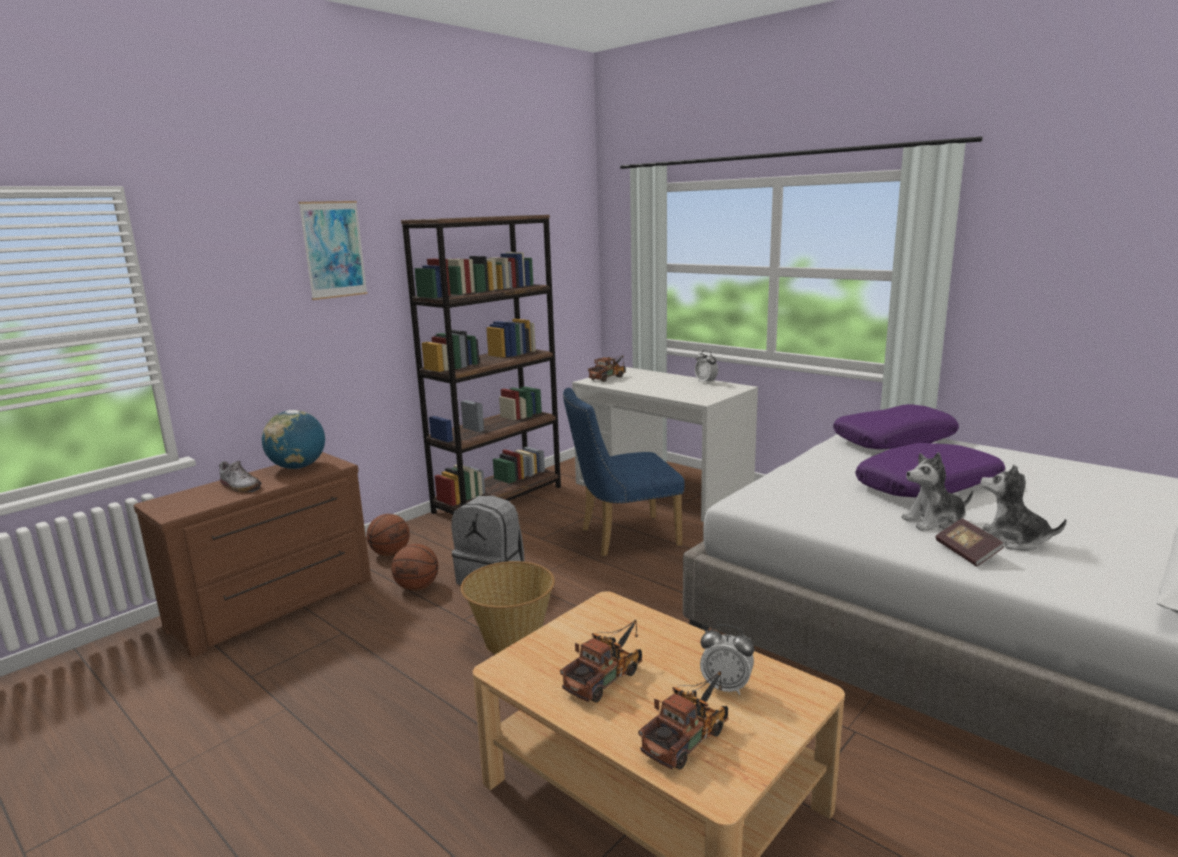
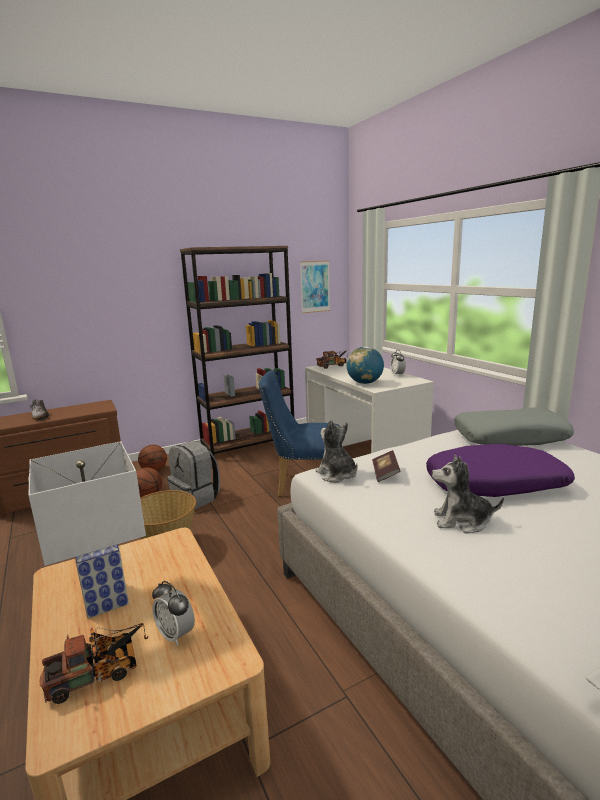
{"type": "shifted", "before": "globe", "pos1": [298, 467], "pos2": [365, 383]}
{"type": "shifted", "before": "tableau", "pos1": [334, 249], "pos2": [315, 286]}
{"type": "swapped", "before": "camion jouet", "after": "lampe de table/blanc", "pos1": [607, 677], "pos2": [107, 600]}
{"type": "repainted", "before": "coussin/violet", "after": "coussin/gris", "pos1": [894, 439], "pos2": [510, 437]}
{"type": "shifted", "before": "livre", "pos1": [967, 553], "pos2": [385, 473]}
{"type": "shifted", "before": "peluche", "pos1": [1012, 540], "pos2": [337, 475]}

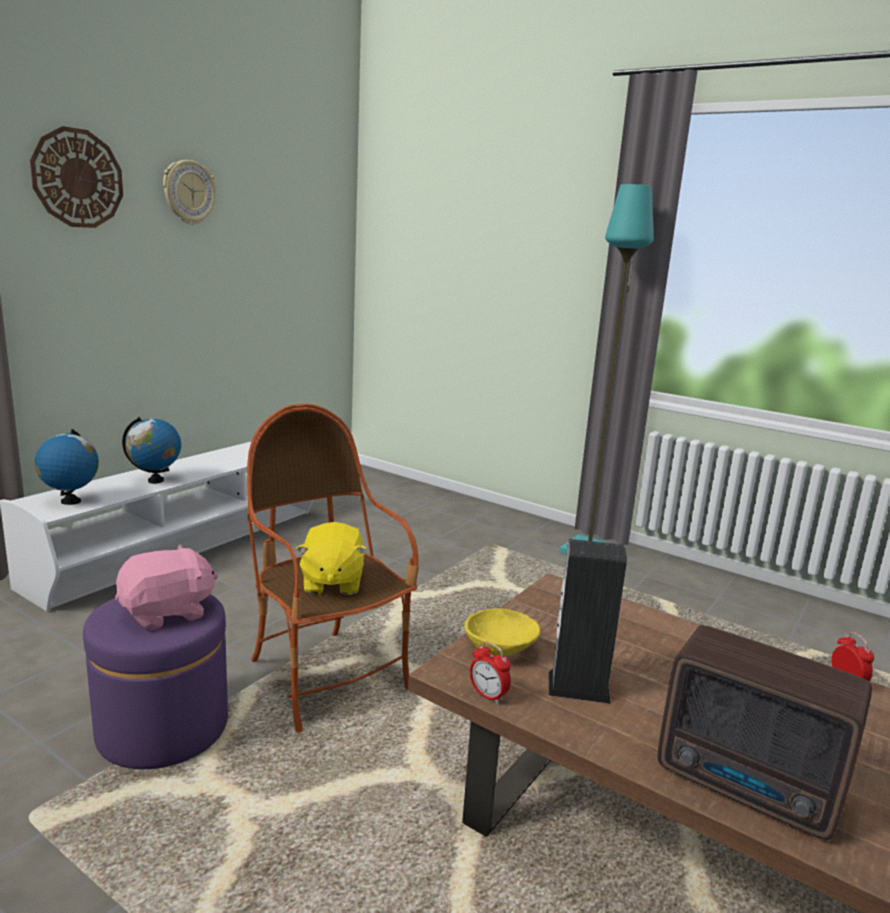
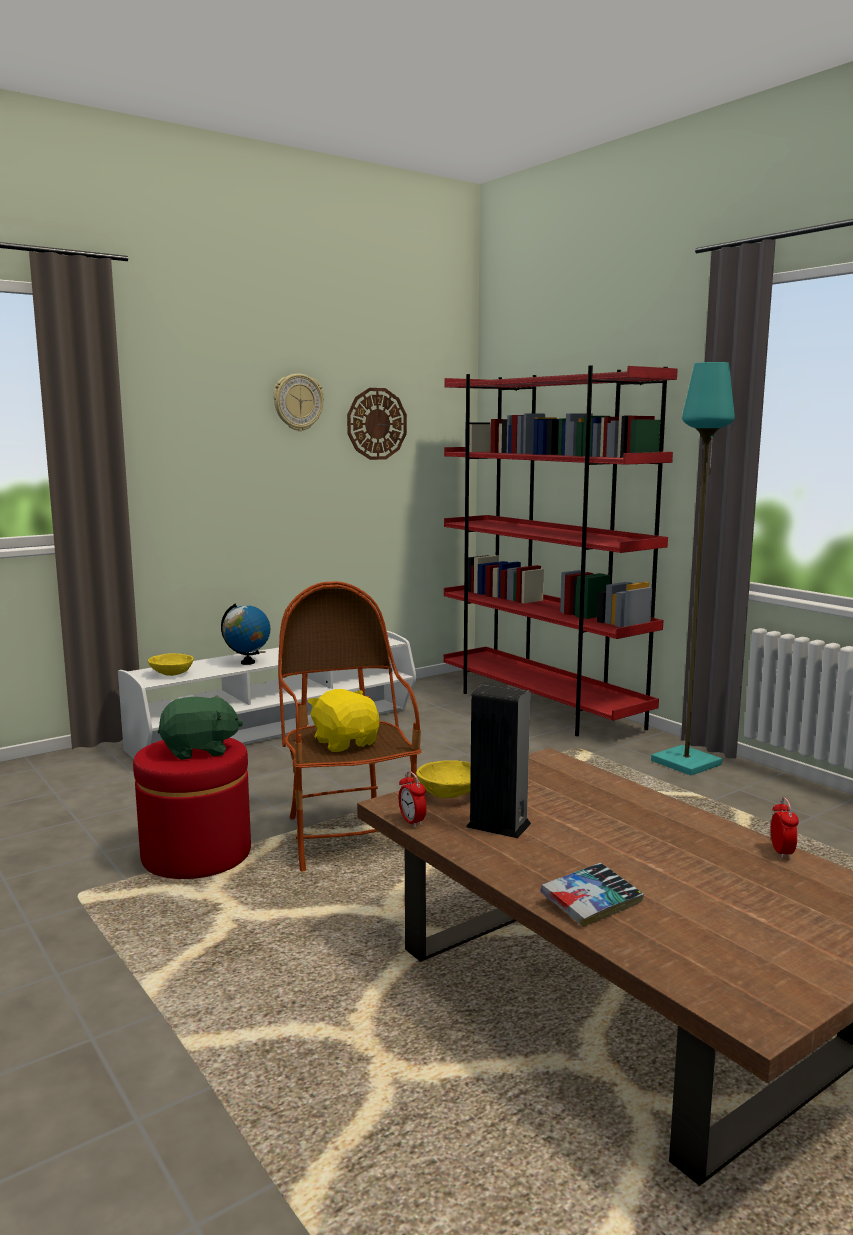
{"type": "shifted", "before": "horloge murale", "pos1": [77, 178], "pos2": [376, 424]}
{"type": "swapped", "before": "globe", "after": "bol/jaune", "pos1": [70, 501], "pos2": [171, 674]}
{"type": "repainted", "before": "pouf/violet", "after": "pouf/rouge", "pos1": [163, 728], "pos2": [196, 855]}
{"type": "repainted", "before": "peluche/rose", "after": "peluche/vert", "pos1": [167, 613], "pos2": [199, 750]}
{"type": "rotated", "before": "peluche/jaune", "pos1": [331, 583], "pos2": [346, 743], "turn": 135}
{"type": "swapped", "before": "radio", "after": "livre", "pos1": [750, 787], "pos2": [591, 902]}
{"type": "new", "after": "bibliothèque/rouge", "pos2": [542, 707]}

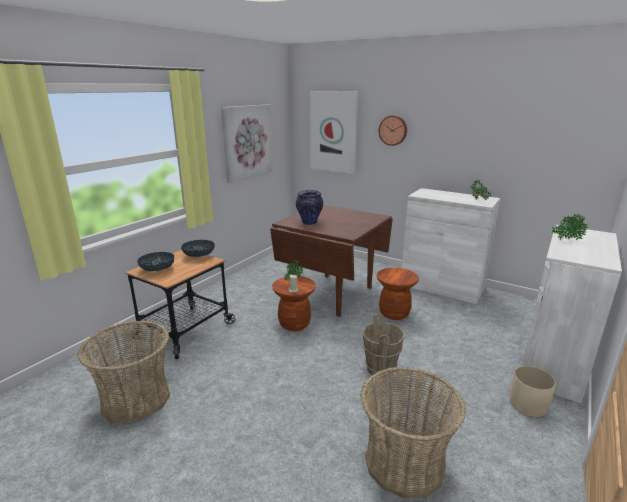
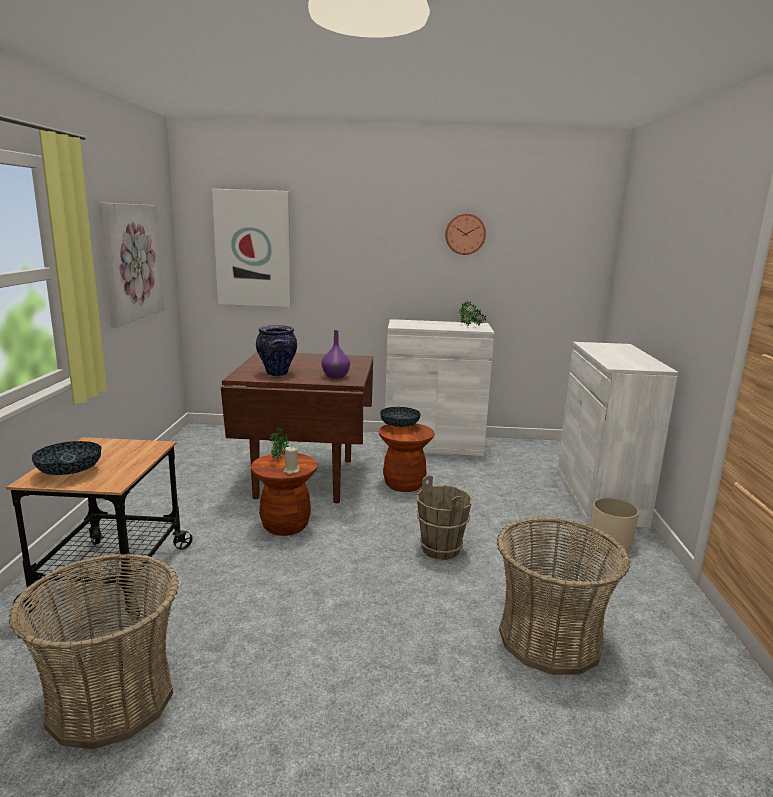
{"type": "shifted", "before": "bol", "pos1": [199, 255], "pos2": [399, 426]}
{"type": "shifted", "before": "horloge murale", "pos1": [393, 130], "pos2": [465, 234]}
{"type": "gone", "before": "plante en pot", "pos1": [565, 240]}
{"type": "new", "after": "vase/violet", "pos2": [336, 376]}

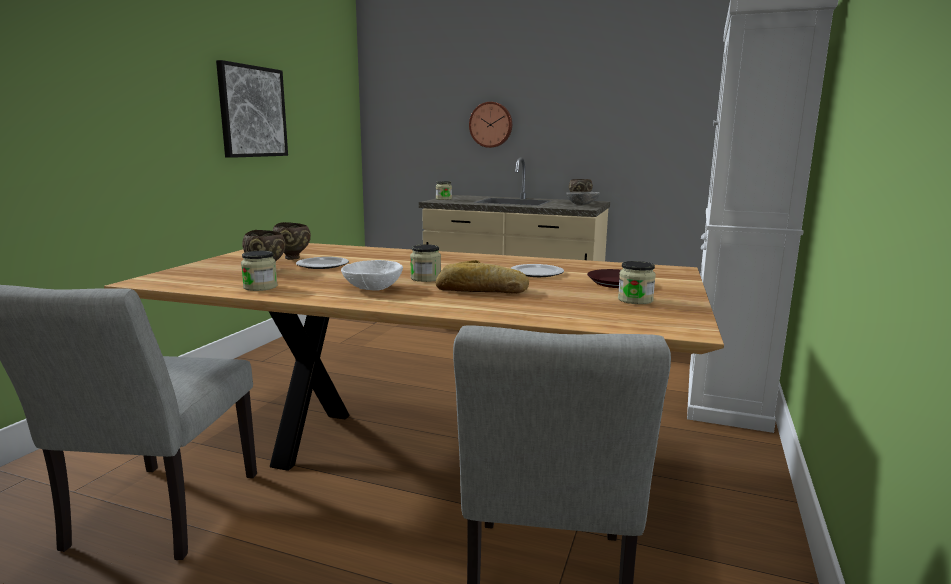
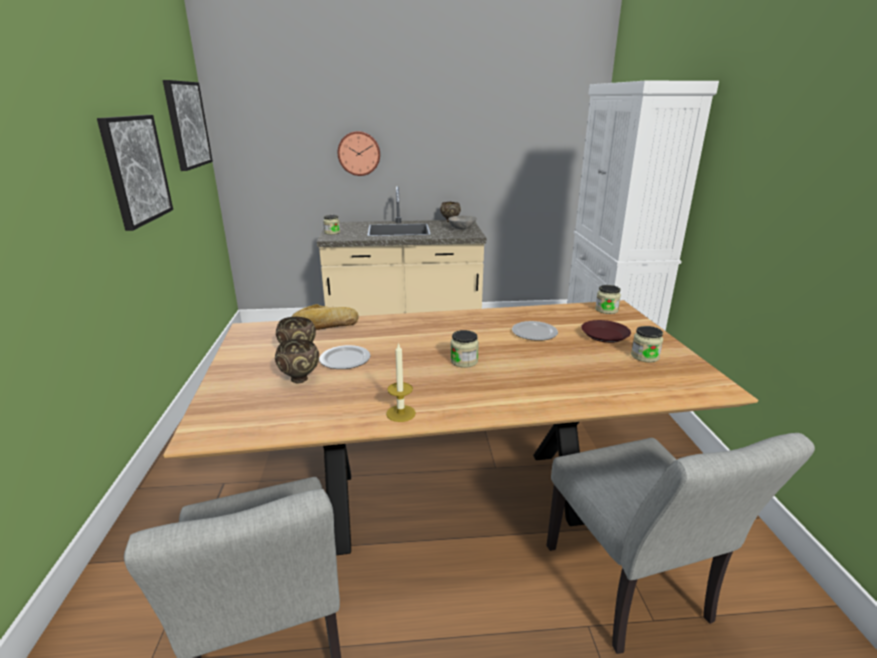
{"type": "shifted", "before": "bocal", "pos1": [260, 287], "pos2": [606, 310]}
{"type": "gone", "before": "bol/blanc", "pos1": [373, 288]}
{"type": "shifted", "before": "pain", "pos1": [481, 290], "pos2": [325, 326]}
{"type": "new", "after": "tableau", "pos2": [187, 125]}
{"type": "new", "after": "bougie", "pos2": [401, 413]}

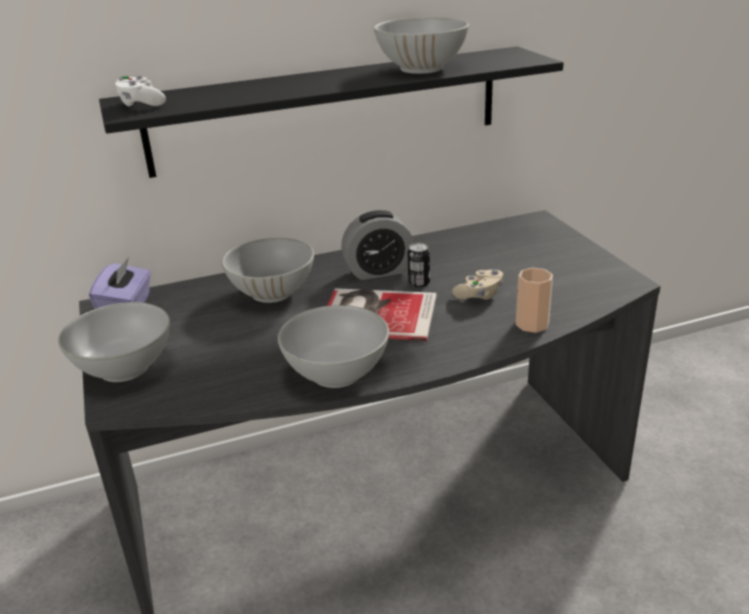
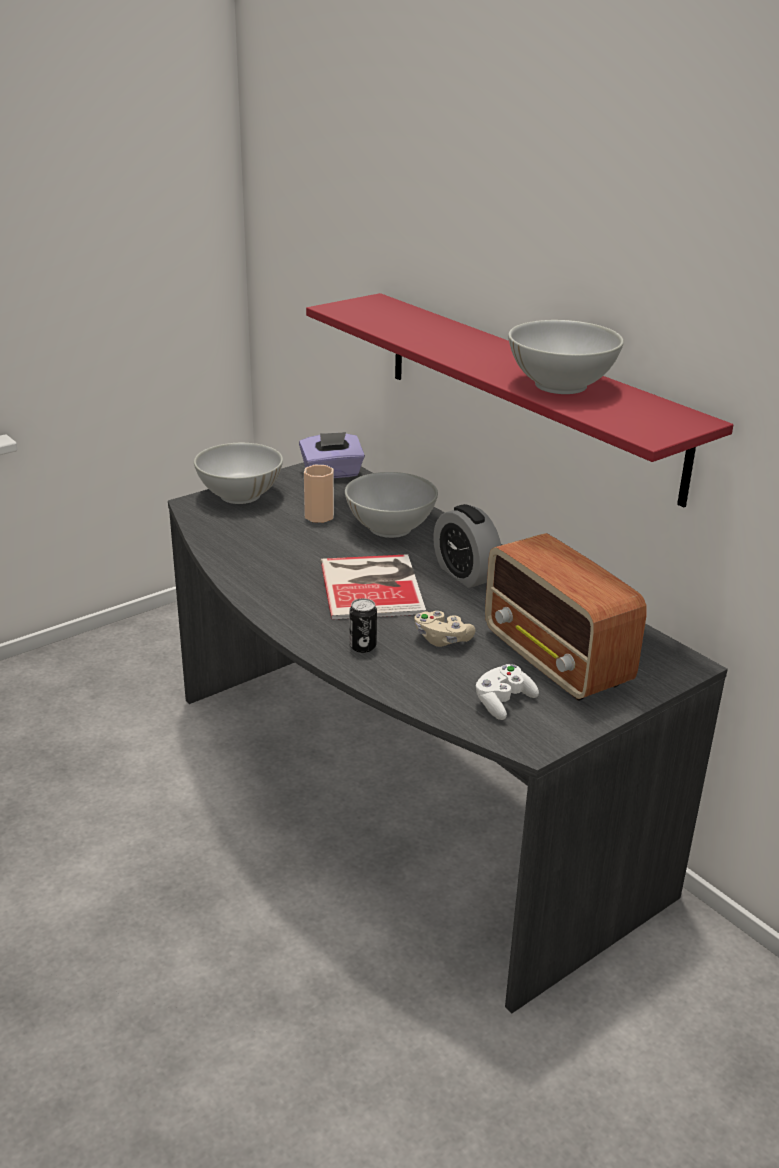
{"type": "repainted", "before": "étagère/noir", "after": "étagère/rouge", "pos1": [327, 110], "pos2": [527, 392]}
{"type": "shifted", "before": "manette/blanc", "pos1": [141, 104], "pos2": [503, 702]}
{"type": "gone", "before": "bol/blanc", "pos1": [337, 373]}
{"type": "shifted", "before": "boîte métallique", "pos1": [419, 283], "pos2": [362, 646]}
{"type": "shifted", "before": "tasse", "pos1": [532, 324], "pos2": [319, 516]}
{"type": "new", "after": "radio", "pos2": [556, 660]}

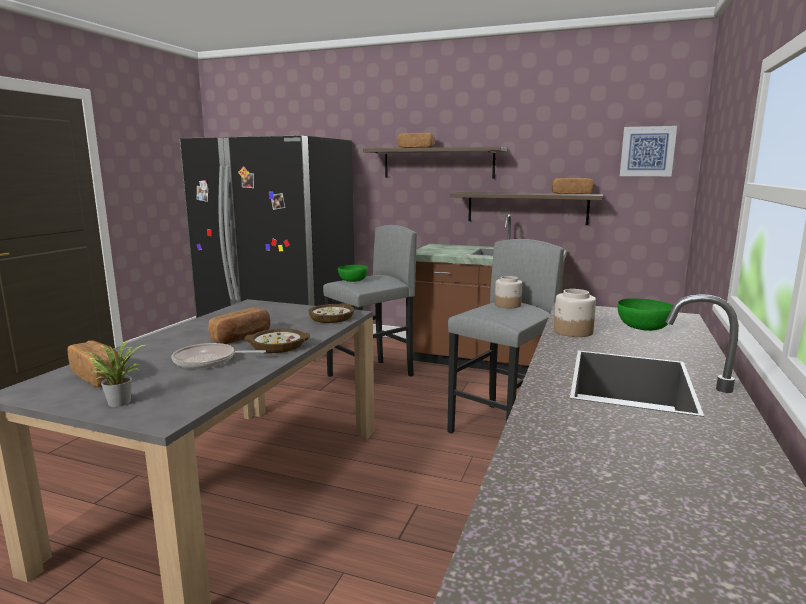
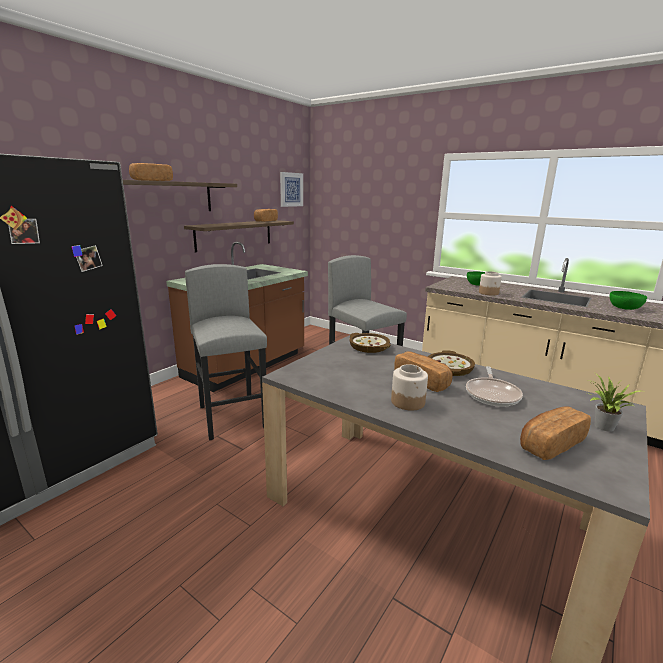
{"type": "shifted", "before": "bol/vert", "pos1": [353, 280], "pos2": [625, 308]}
{"type": "shifted", "before": "bocal", "pos1": [508, 305], "pos2": [408, 402]}

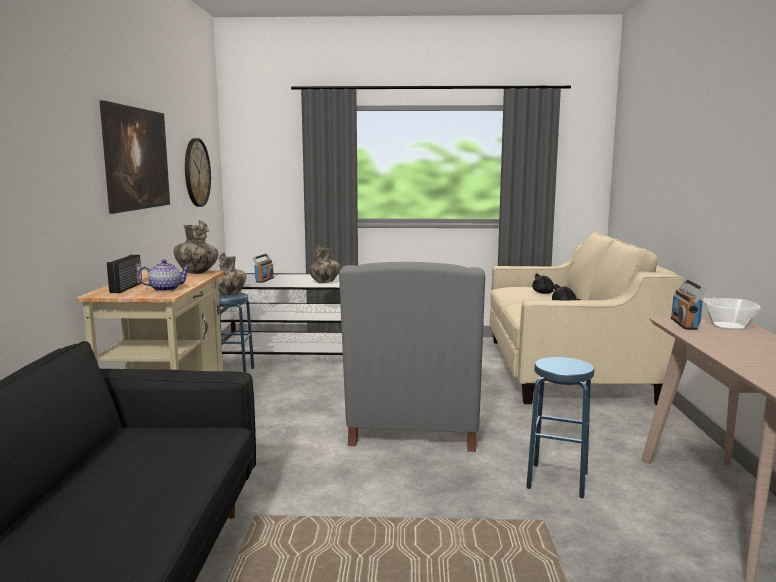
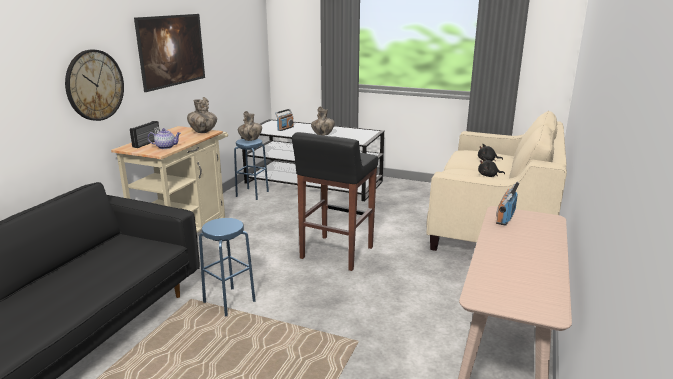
{"type": "shifted", "before": "horloge murale", "pos1": [196, 172], "pos2": [94, 85]}
{"type": "swapped", "before": "fauteuil/gris", "after": "tabouret/noir", "pos1": [414, 425], "pos2": [336, 253]}
{"type": "shifted", "before": "tabouret/bleu", "pos1": [557, 480], "pos2": [229, 302]}
{"type": "gone", "before": "bol", "pos1": [729, 327]}

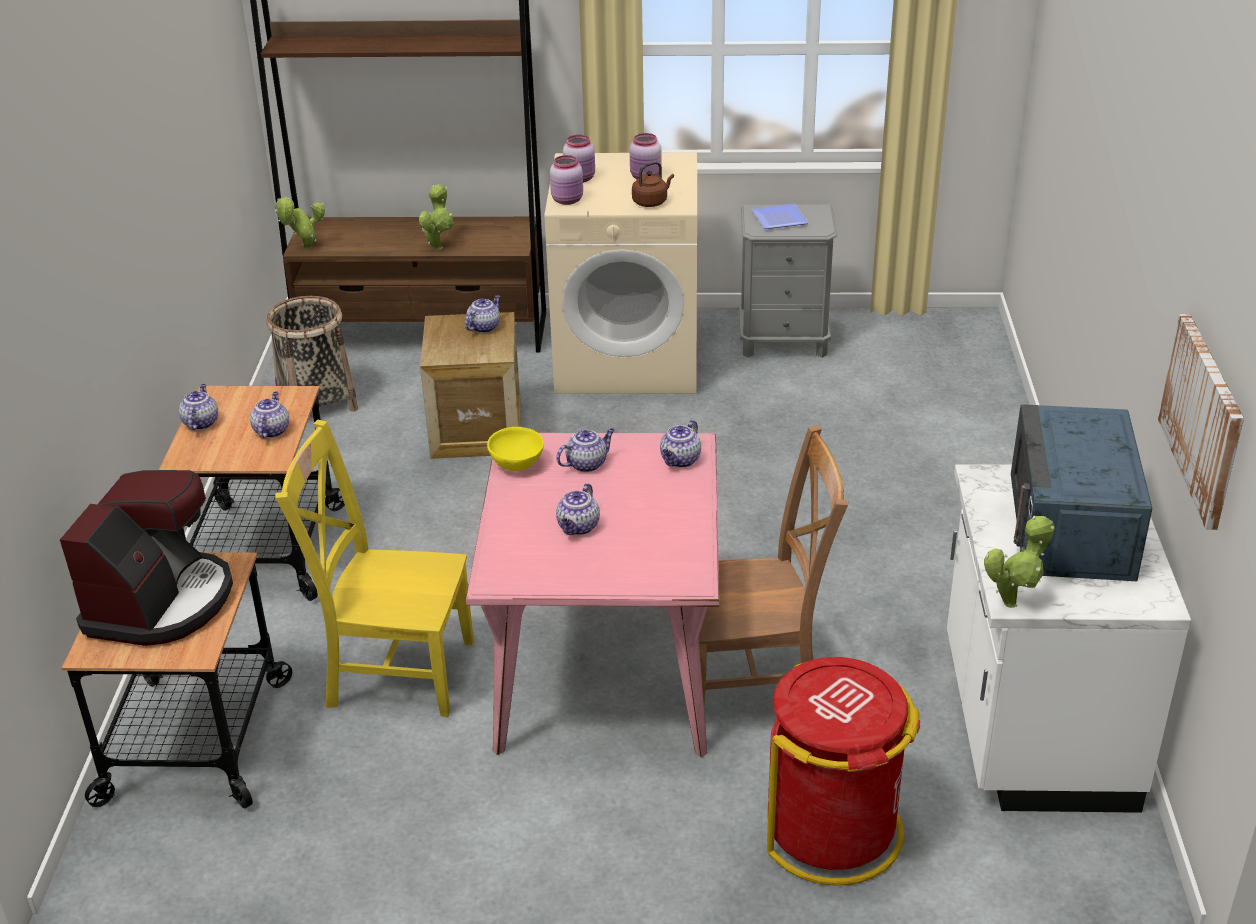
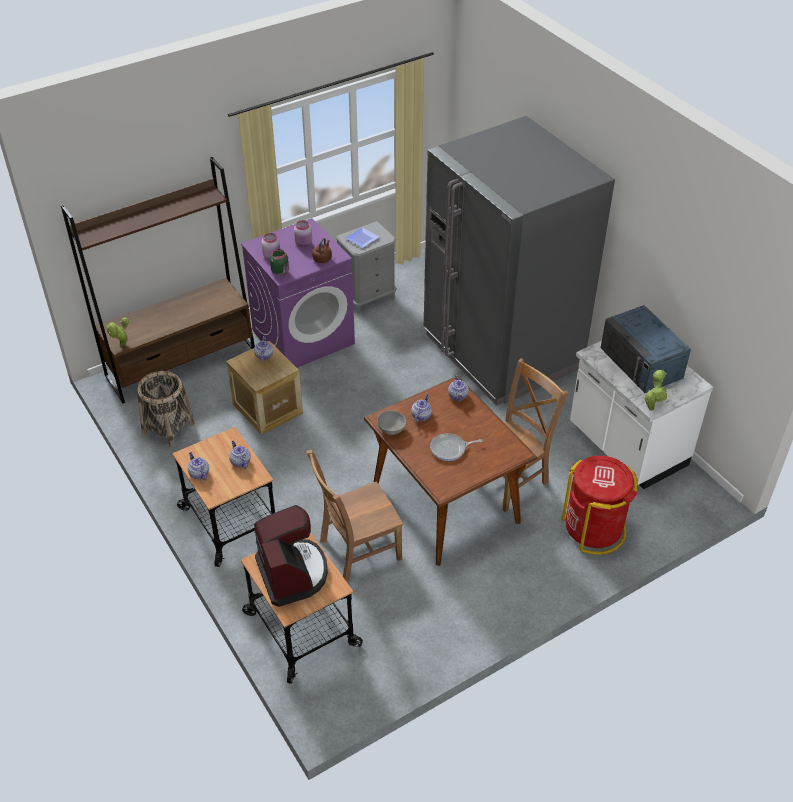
{"type": "repainted", "before": "chaise/jaune", "after": "chaise/marron", "pos1": [394, 671], "pos2": [357, 551]}
{"type": "gone", "before": "plante en pot", "pos1": [438, 247]}
{"type": "repainted", "before": "table à manger/rose", "after": "table à manger/marron", "pos1": [605, 669], "pos2": [446, 504]}
{"type": "repainted", "before": "bol/jaune", "after": "bol/gris", "pos1": [517, 464], "pos2": [391, 429]}
{"type": "repainted", "before": "lave-linge/beige", "after": "lave-linge/violet", "pos1": [628, 359], "pos2": [303, 336]}
{"type": "repainted", "before": "bocal/rose", "after": "bocal/vert", "pos1": [568, 200], "pos2": [280, 272]}
{"type": "swapped", "before": "théière", "after": "poêle", "pos1": [578, 527], "pos2": [450, 449]}
{"type": "gone", "before": "tableau", "pos1": [1203, 419]}
{"type": "new", "after": "réfrigérateur/gris", "pos2": [502, 351]}

